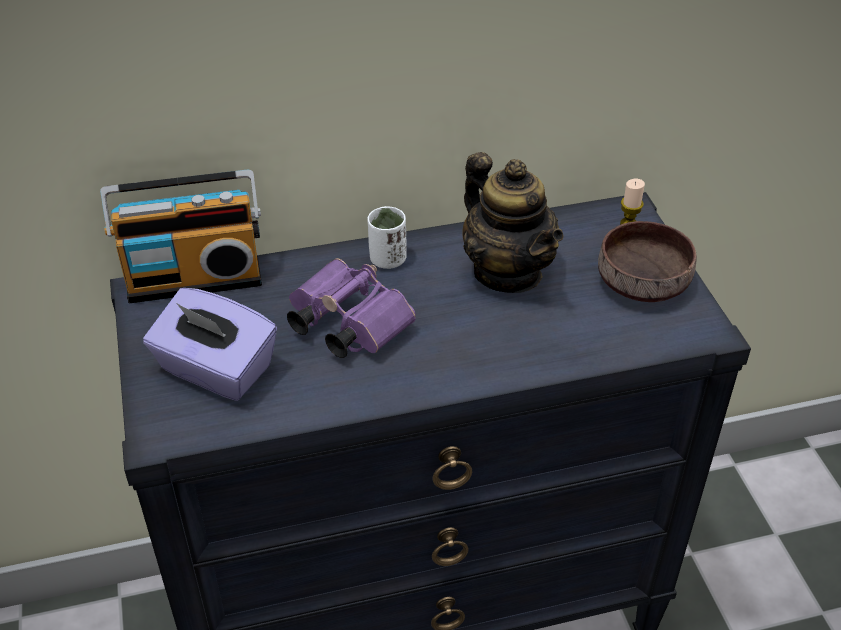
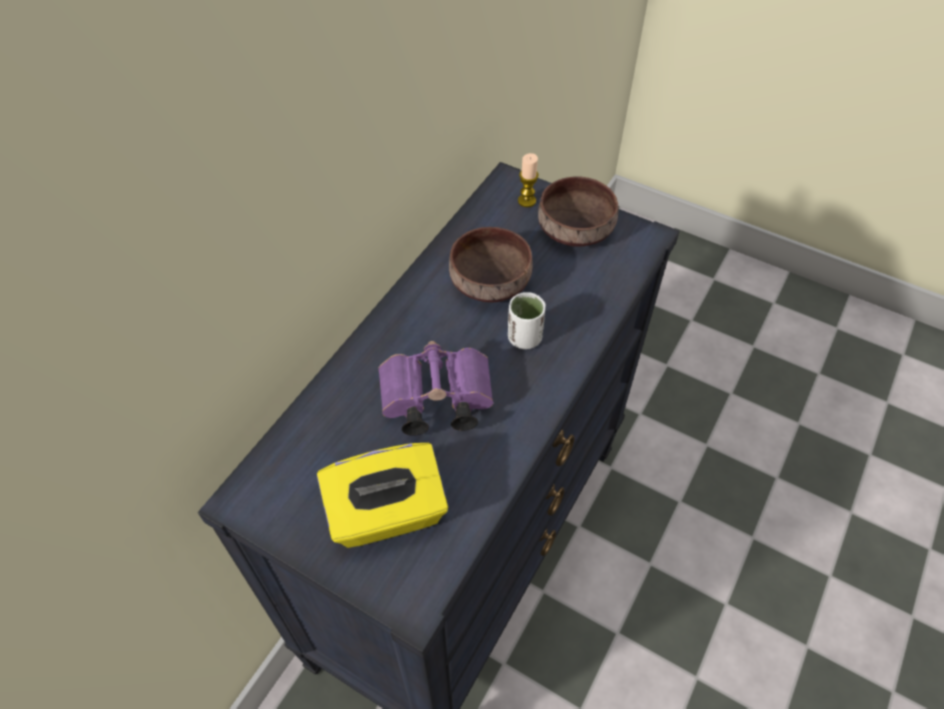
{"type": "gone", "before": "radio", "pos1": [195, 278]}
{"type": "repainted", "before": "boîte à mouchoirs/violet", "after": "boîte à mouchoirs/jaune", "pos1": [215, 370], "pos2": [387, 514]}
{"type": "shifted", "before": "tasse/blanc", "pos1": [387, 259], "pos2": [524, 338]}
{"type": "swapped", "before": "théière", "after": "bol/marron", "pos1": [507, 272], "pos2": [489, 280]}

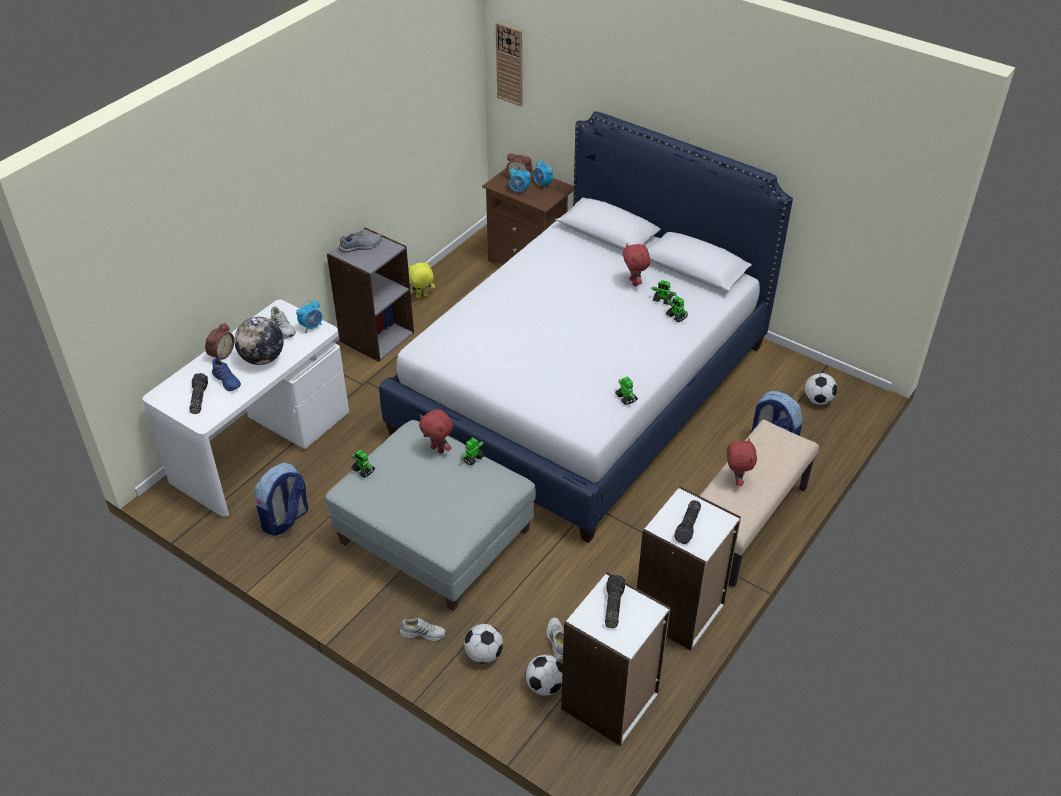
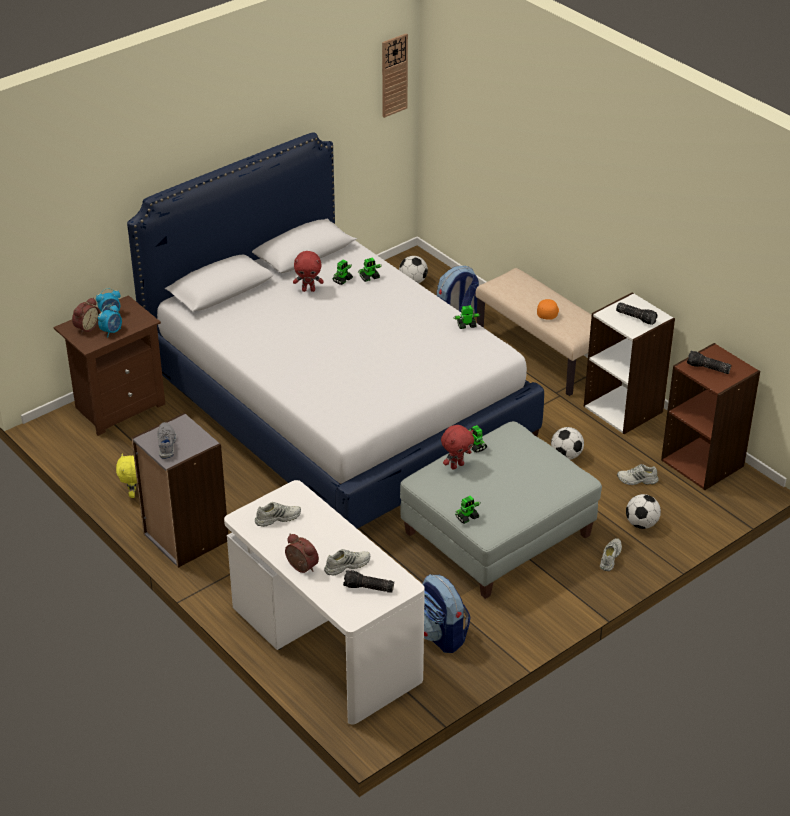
{"type": "repainted", "before": "chaussure/bleu", "after": "chaussure/blanc", "pos1": [227, 380], "pos2": [347, 565]}
{"type": "gone", "before": "globe", "pos1": [262, 358]}
{"type": "gone", "before": "réveil", "pos1": [312, 326]}
{"type": "shifted", "before": "horloge murale", "pos1": [510, 64], "pos2": [394, 75]}
{"type": "shifted", "before": "ballon de foot", "pos1": [545, 686], "pos2": [566, 456]}
{"type": "repainted", "before": "bibliothèque/blanc", "after": "bibliothèque/marron", "pos1": [611, 702], "pos2": [703, 462]}
{"type": "swapped", "before": "peluche/rouge", "after": "casquette/orange", "pos1": [736, 480], "pos2": [547, 312]}

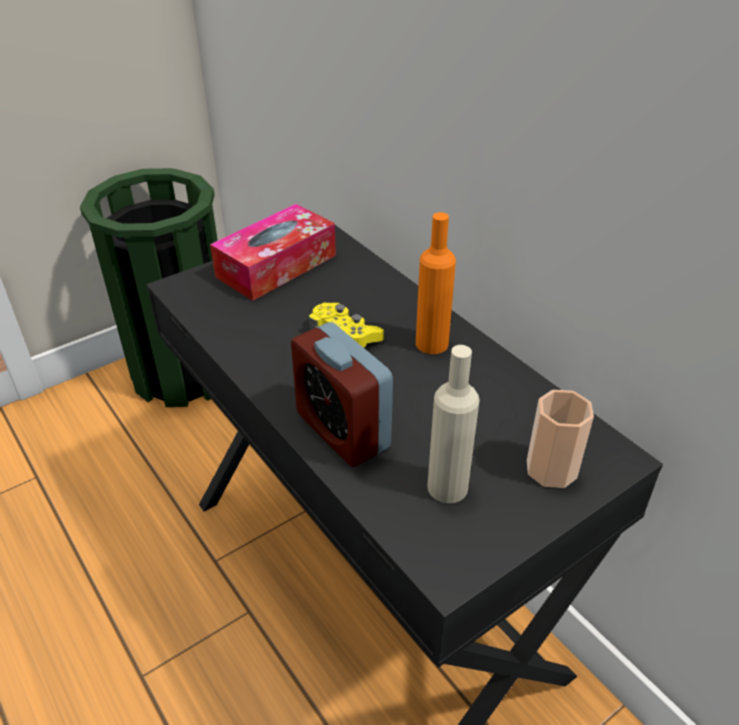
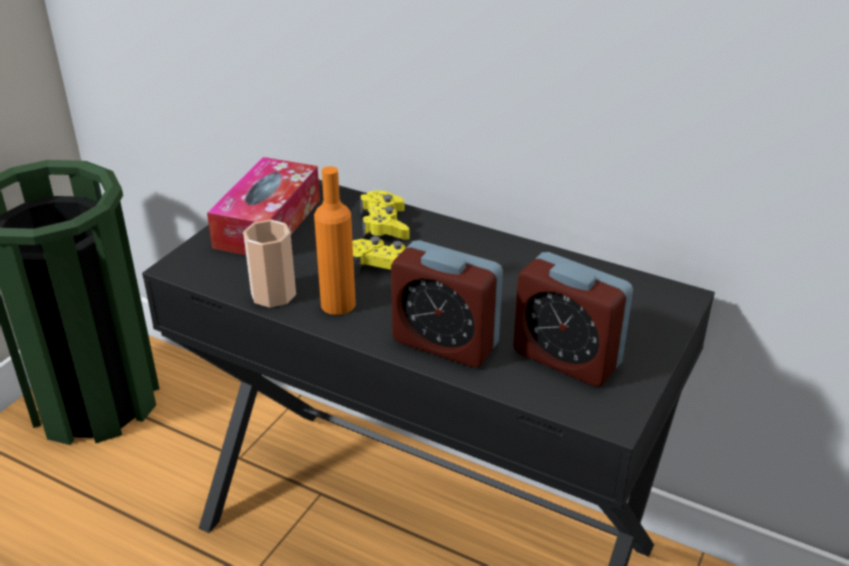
{"type": "shifted", "before": "bouteille/orange", "pos1": [432, 343], "pos2": [338, 304]}
{"type": "swapped", "before": "bouteille/beige", "after": "réveil", "pos1": [447, 487], "pos2": [566, 358]}
{"type": "shifted", "before": "tasse", "pos1": [551, 469], "pos2": [273, 294]}
{"type": "new", "after": "manette/jaune", "pos2": [384, 224]}

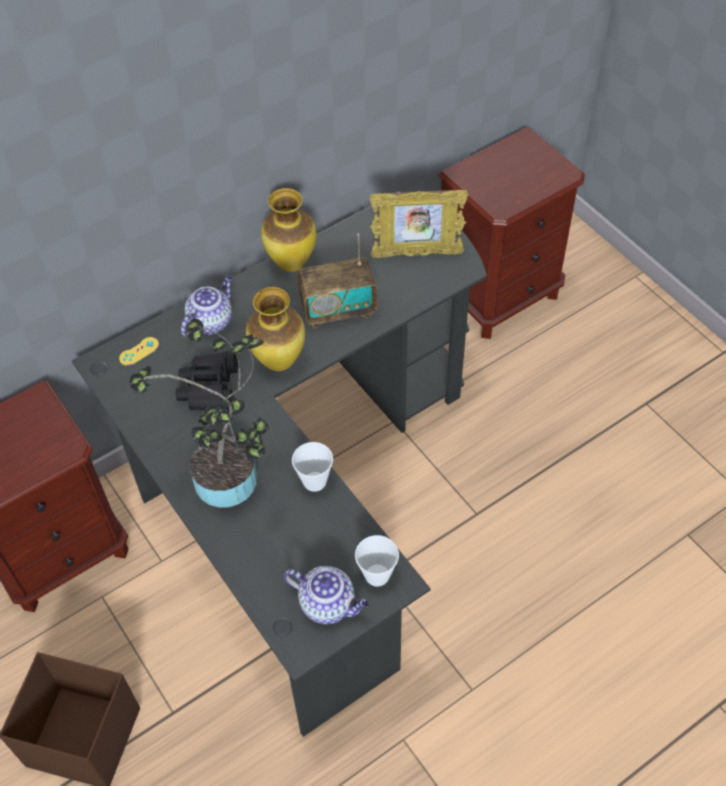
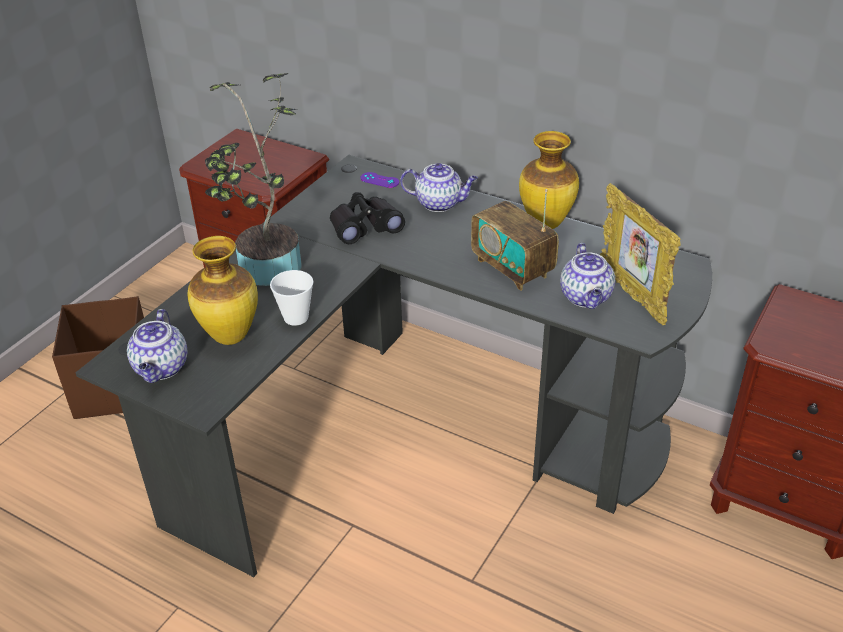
{"type": "repainted", "before": "manette/jaune", "after": "manette/violet", "pos1": [139, 351], "pos2": [379, 180]}
{"type": "shifted", "before": "vase", "pos1": [280, 362], "pos2": [231, 337]}
{"type": "gone", "before": "tasse", "pos1": [377, 575]}
{"type": "new", "after": "théière", "pos2": [586, 298]}

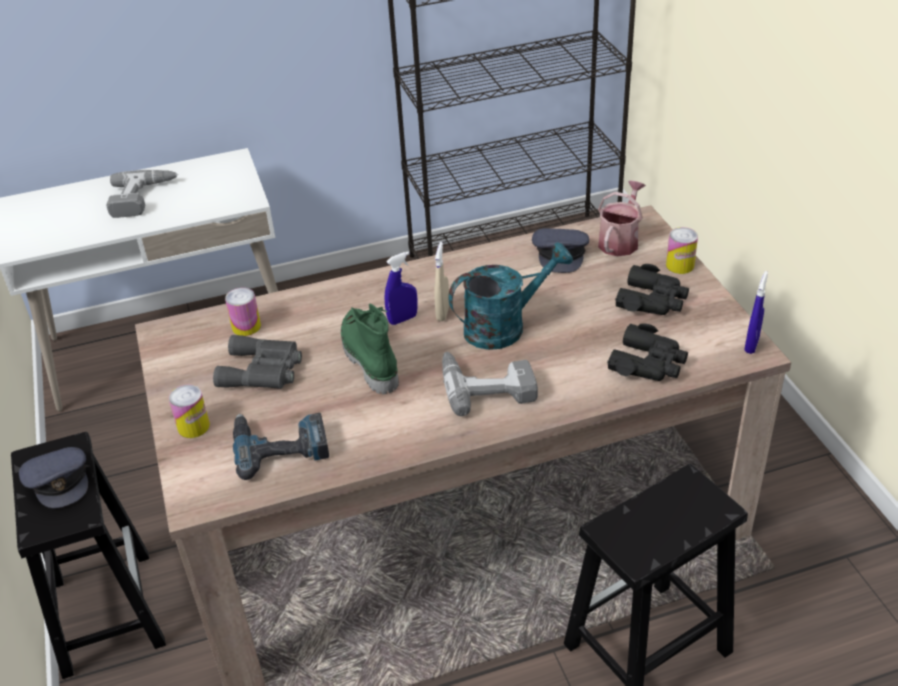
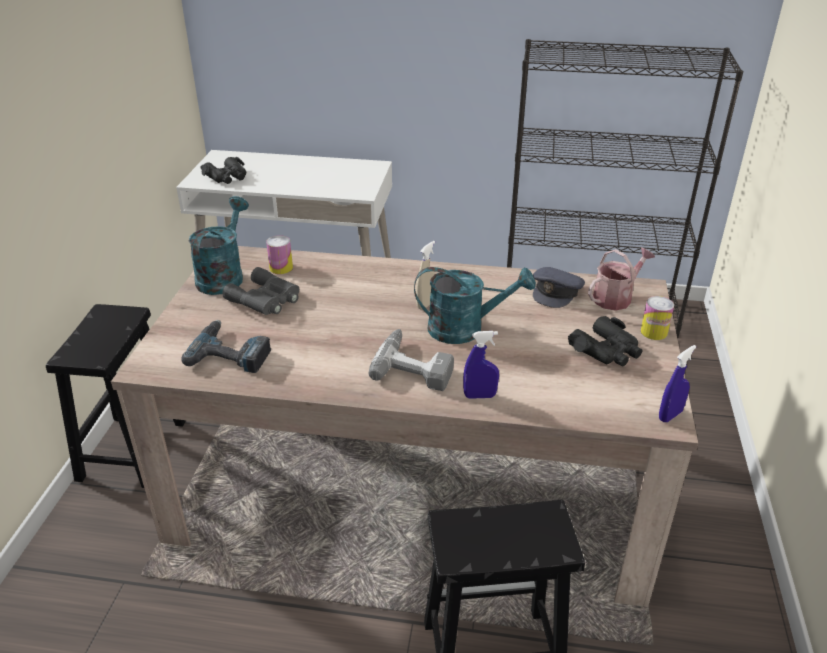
{"type": "gone", "before": "casquette/gris", "pos1": [59, 481]}
{"type": "gone", "before": "perceuse", "pos1": [143, 198]}
{"type": "gone", "before": "boîte métallique", "pos1": [193, 426]}
{"type": "gone", "before": "botte/vert", "pos1": [368, 359]}
{"type": "shifted", "before": "vaporisateur/bleu", "pos1": [403, 319], "pos2": [479, 396]}
{"type": "shifted", "before": "jumelles/noir", "pos1": [648, 363], "pos2": [227, 177]}
{"type": "new", "after": "arrosoir/turquoise", "pos2": [223, 276]}

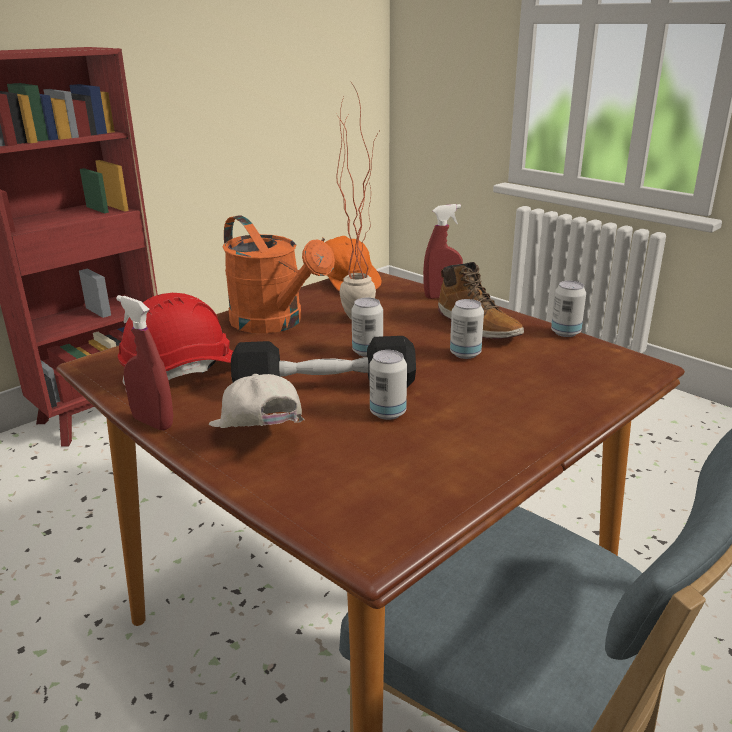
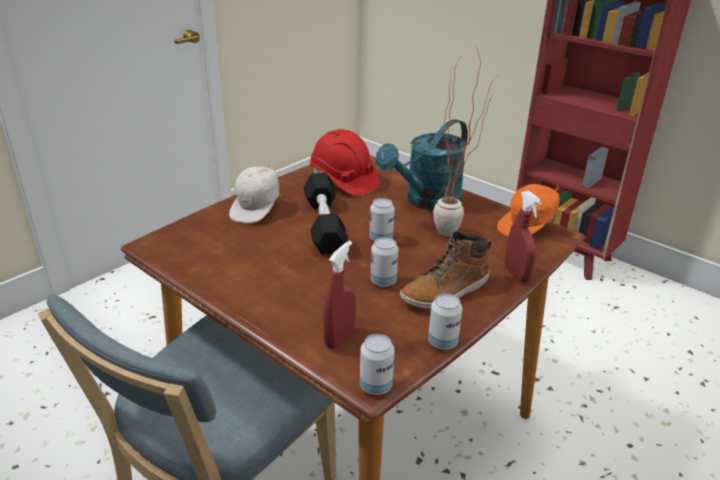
{"type": "shifted", "before": "vaporisateur/rouge", "pos1": [153, 422], "pos2": [339, 338]}
{"type": "rotated", "before": "casquette/blanc", "pos1": [259, 441], "pos2": [257, 209], "turn": 150}
{"type": "repainted", "before": "arrosoir/orange", "after": "arrosoir/turquoise", "pos1": [275, 323], "pos2": [426, 201]}
{"type": "shifted", "before": "boîte métallique", "pos1": [388, 413], "pos2": [375, 386]}

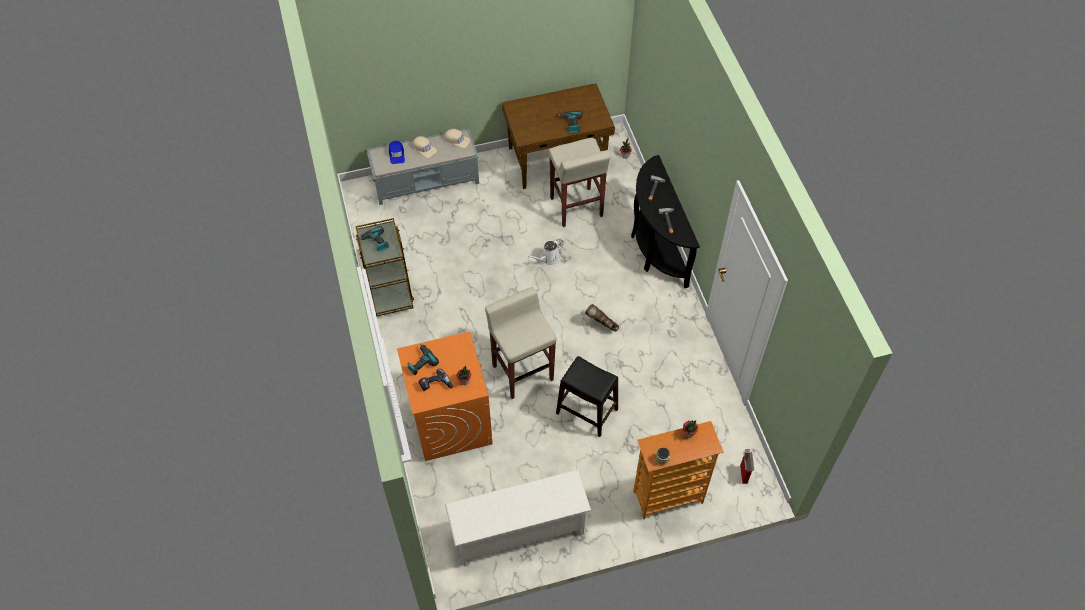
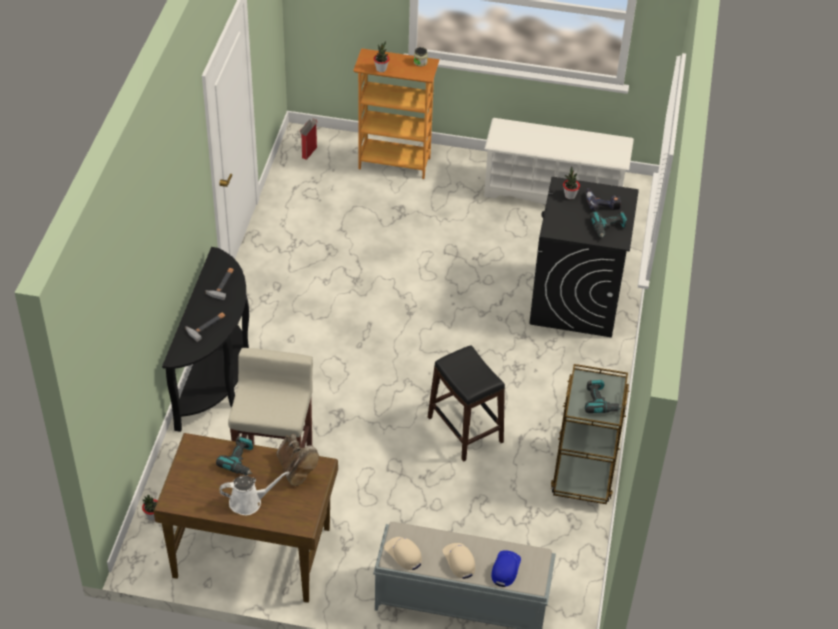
{"type": "repainted", "before": "lave-linge/orange", "after": "lave-linge/noir", "pos1": [450, 420], "pos2": [576, 300]}
{"type": "gone", "before": "tabouret/beige", "pos1": [522, 372]}
{"type": "shifted", "before": "arrosoir/blanc", "pos1": [548, 259], "pos2": [249, 502]}
{"type": "shifted", "before": "tabouret/noir", "pos1": [587, 411], "pos2": [465, 430]}
{"type": "shifted", "before": "botte/marron", "pos1": [601, 324], "pos2": [296, 470]}

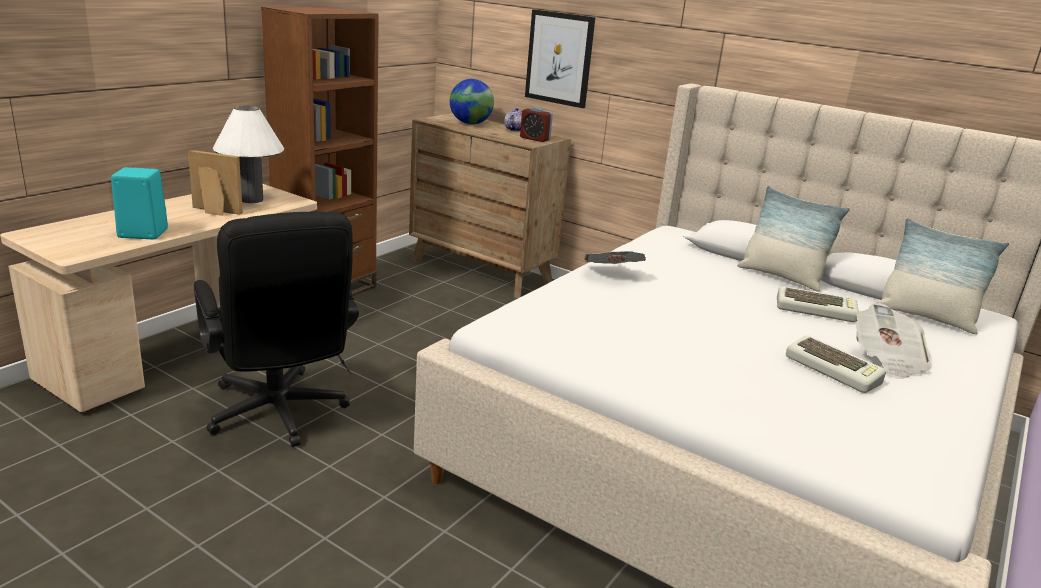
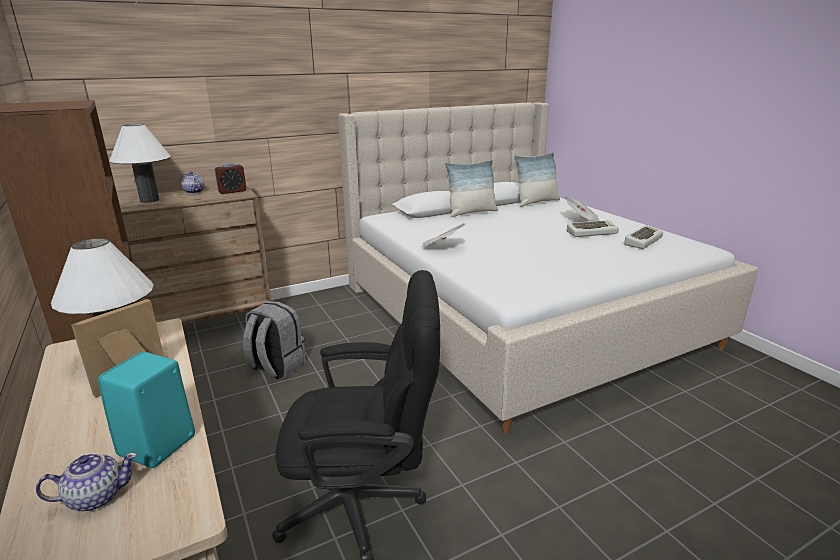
{"type": "swapped", "before": "globe", "after": "lampe de table/blanc", "pos1": [470, 124], "pos2": [149, 200]}
{"type": "gone", "before": "tableau", "pos1": [559, 58]}
{"type": "shifted", "before": "clavier", "pos1": [816, 310], "pos2": [642, 241]}
{"type": "new", "after": "théière", "pos2": [95, 497]}
{"type": "new", "after": "sac à dos/gris", "pos2": [276, 367]}

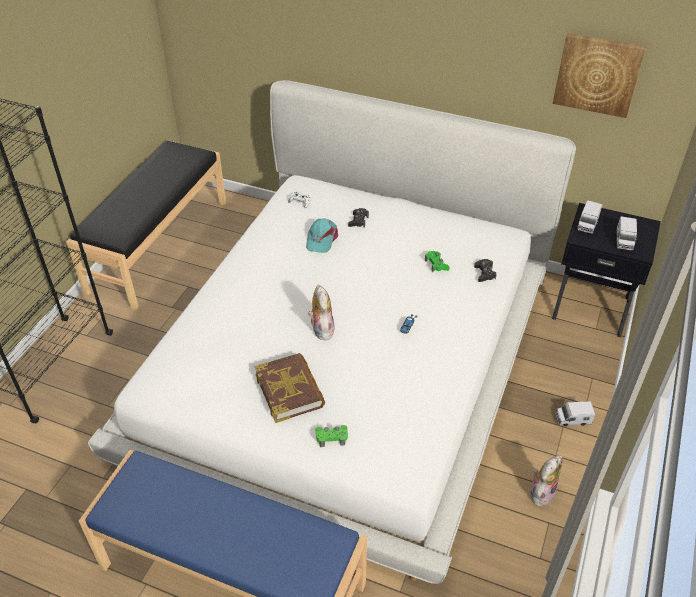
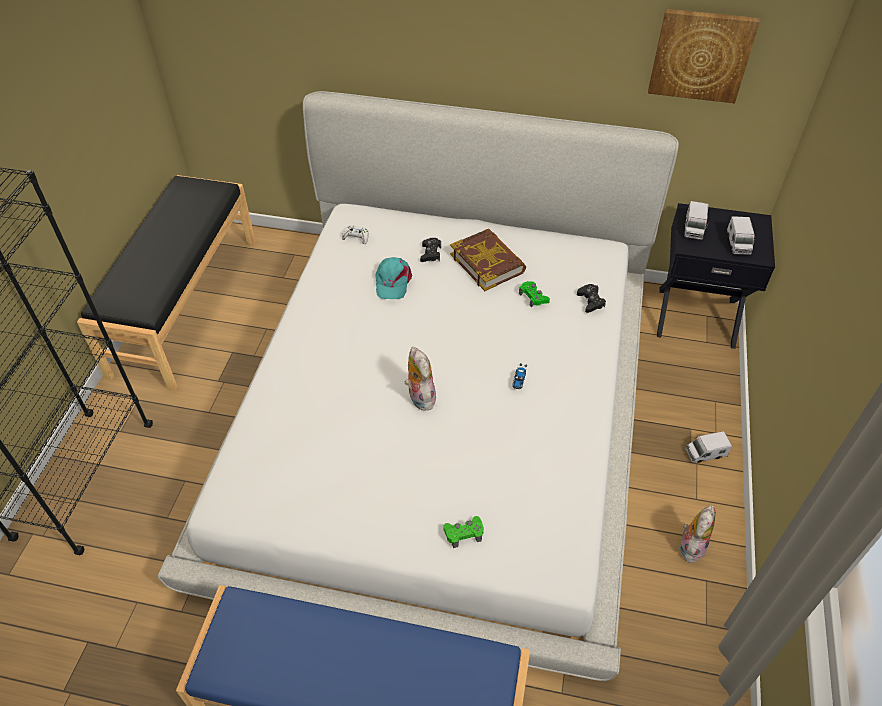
{"type": "shifted", "before": "livre", "pos1": [290, 390], "pos2": [487, 263]}

